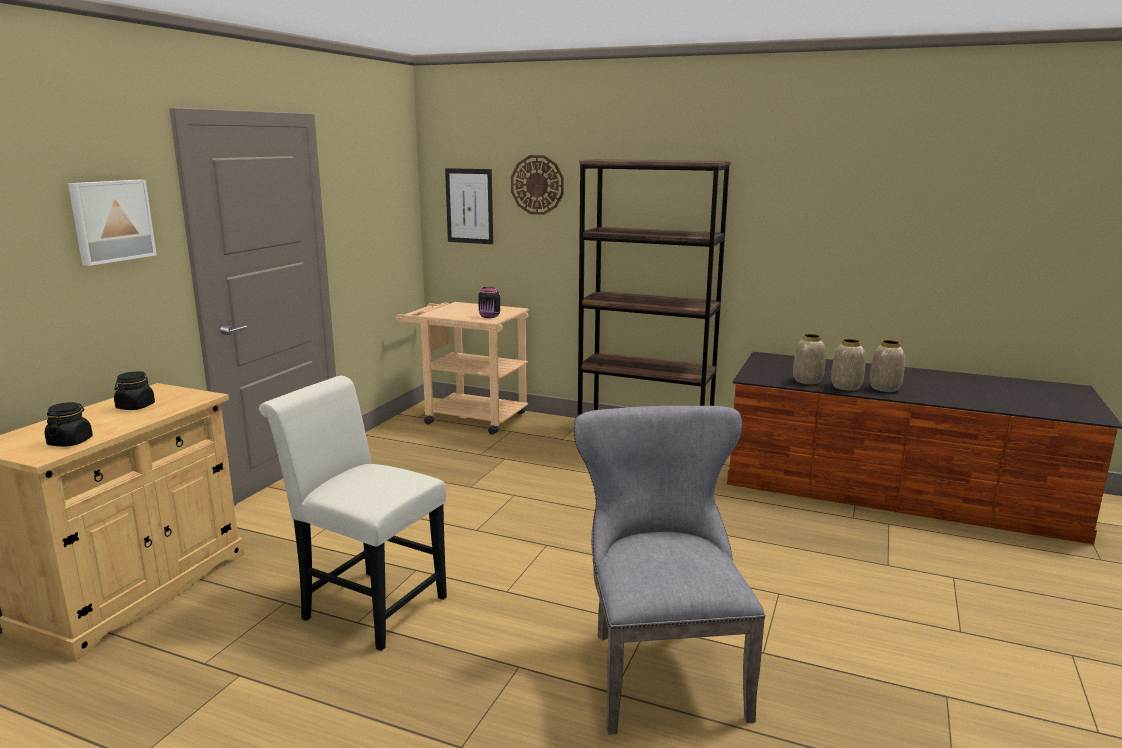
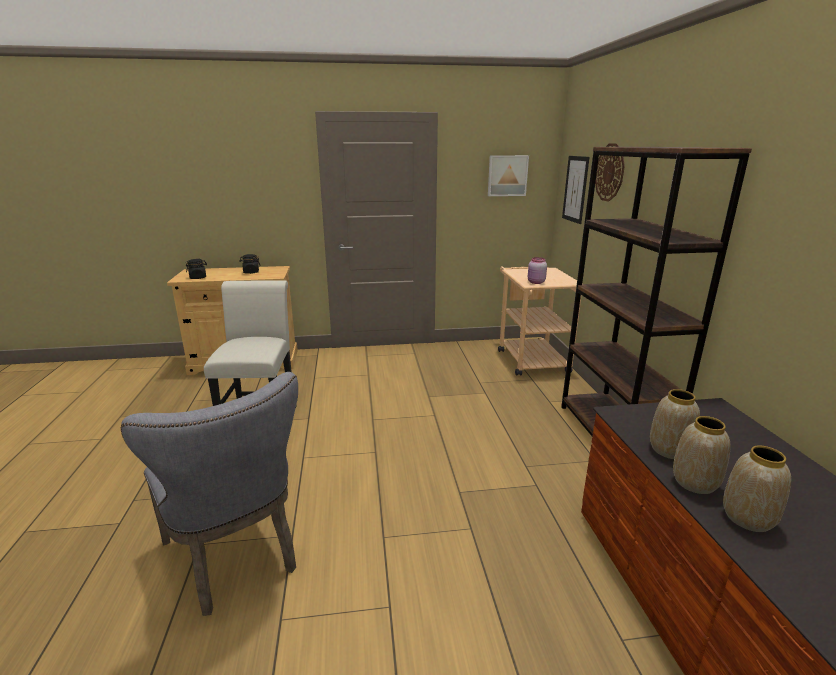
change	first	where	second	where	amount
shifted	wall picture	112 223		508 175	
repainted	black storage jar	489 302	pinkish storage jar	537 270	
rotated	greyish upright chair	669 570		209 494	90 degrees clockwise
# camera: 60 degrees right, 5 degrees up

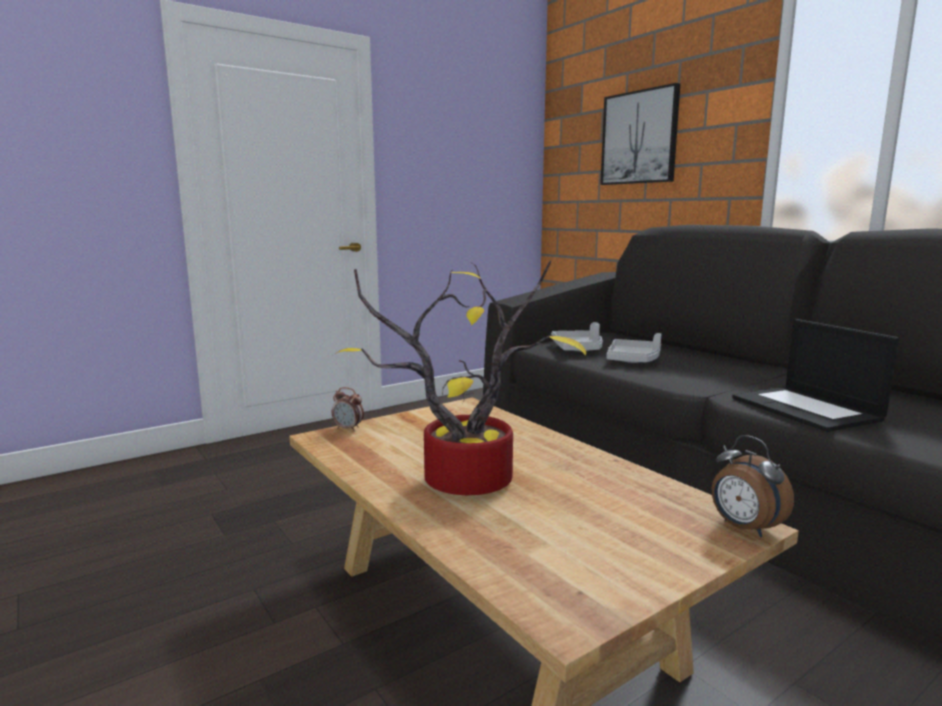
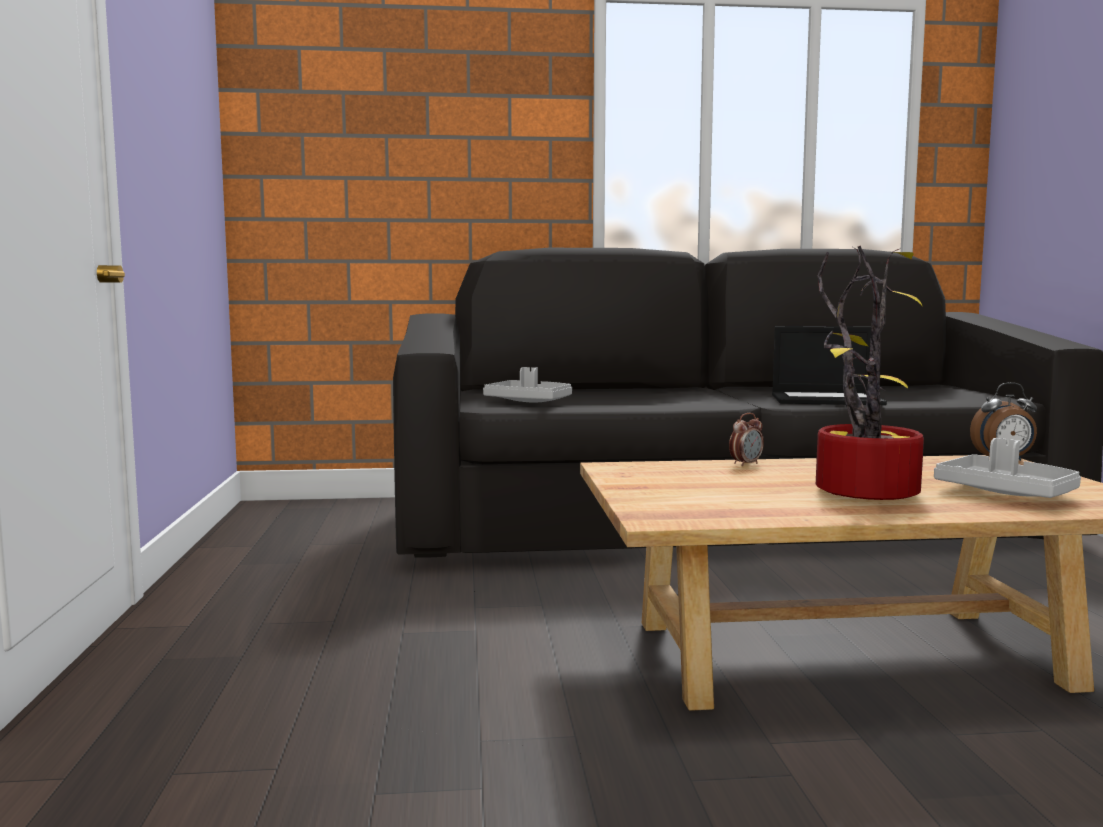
change	first	where	second	where	amount
gone	wall picture	640 134			
shifted	bedside clock	348 409		746 439	
shifted	greyish carrying tray	634 348		1007 468	
# camera: 60 degrees left, 5 degrees down

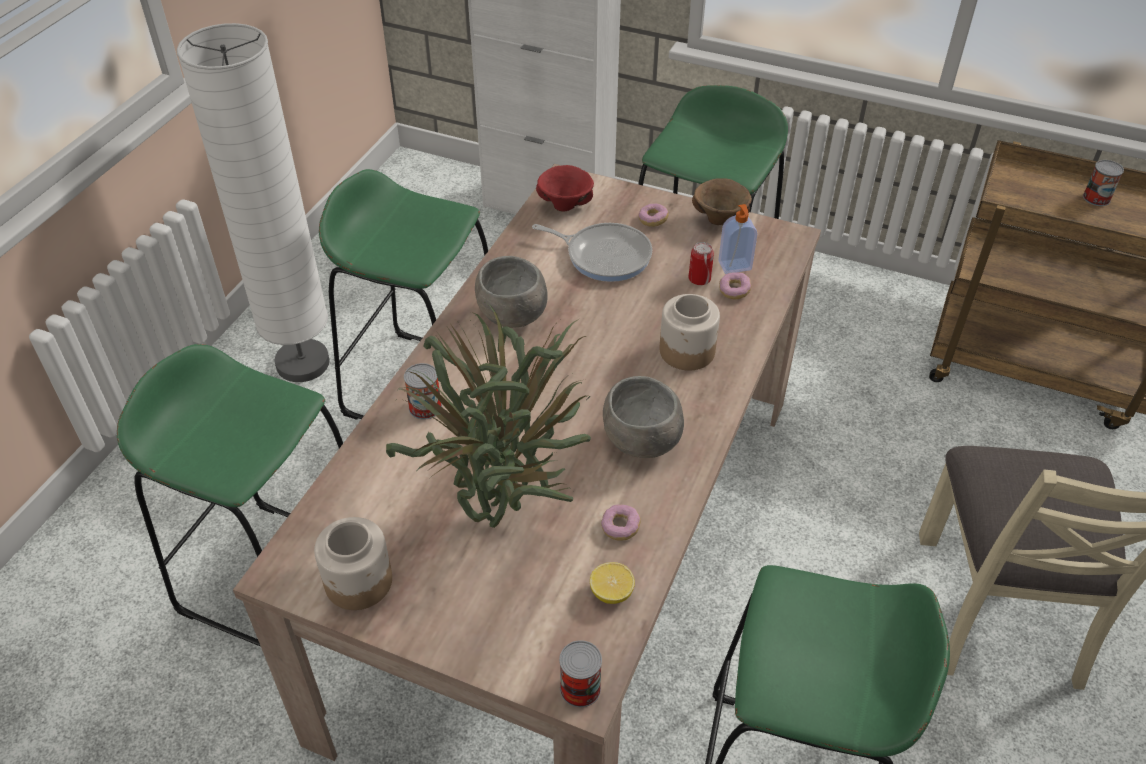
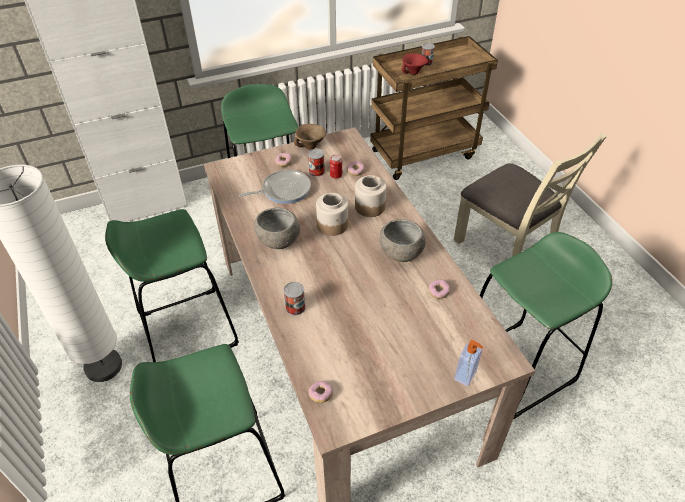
change	first	where	second	where	amount
gone	plant in a pot	488 415			
gone	whole lemon	612 583			
new			doughnut	320 392	
shifted	storage jar	353 563		332 214	
shifted	red-coloured serving bowl	565 188		415 64	
shifted	metal can	580 673		316 163	
shifted	soap dispenser	737 239		468 363	
# camera: 45 degrees left, 0 degrees up

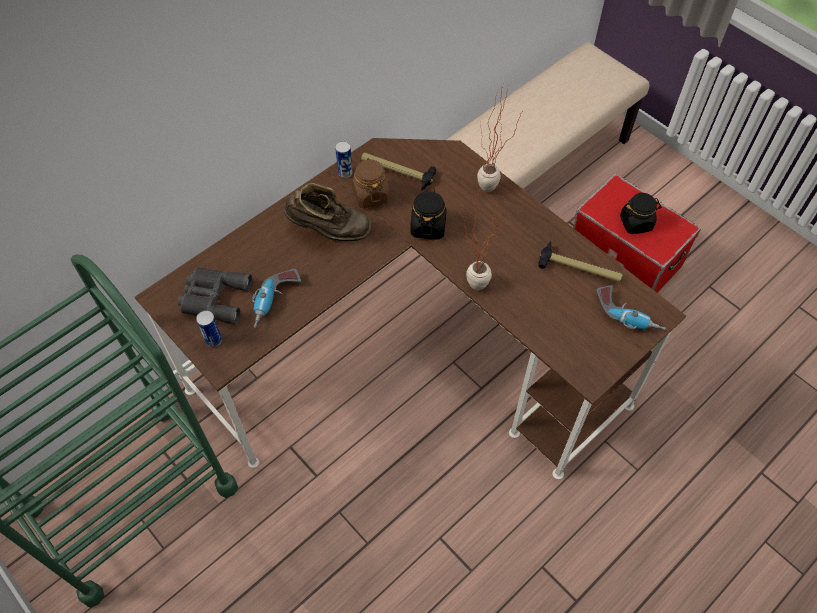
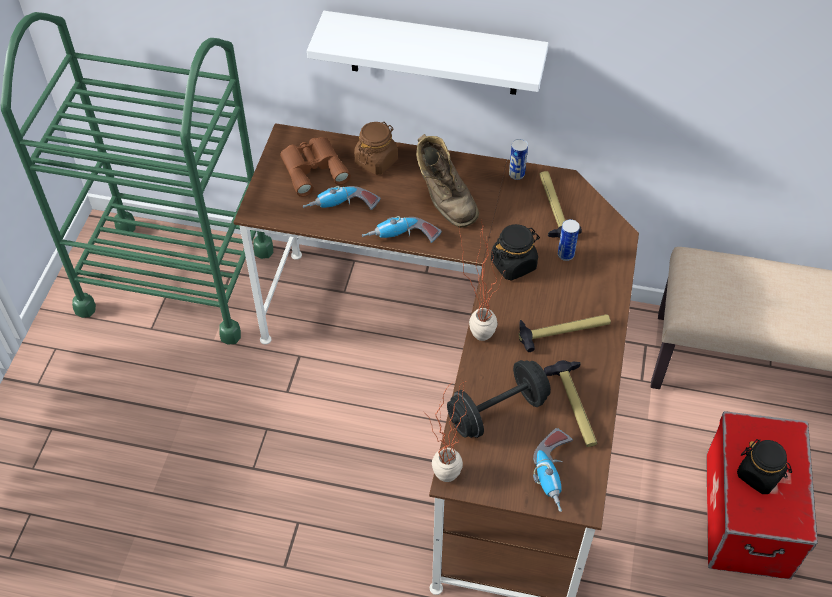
change	first	where	second	where	amount
new			white shelf	428 53	
new			drill	402 229	
new			black hand weight	499 399	
new			tool hammer	564 333	
shifted	metal can	209 328		569 240	
shifted	brownish storage jar	371 183		376 148	
shifted	plant in a pot	499 138		445 430	
repainted	greyish binoculars	215 296	brownish binoculars	315 167	
# camera: 55 degrees right, 5 degrees down

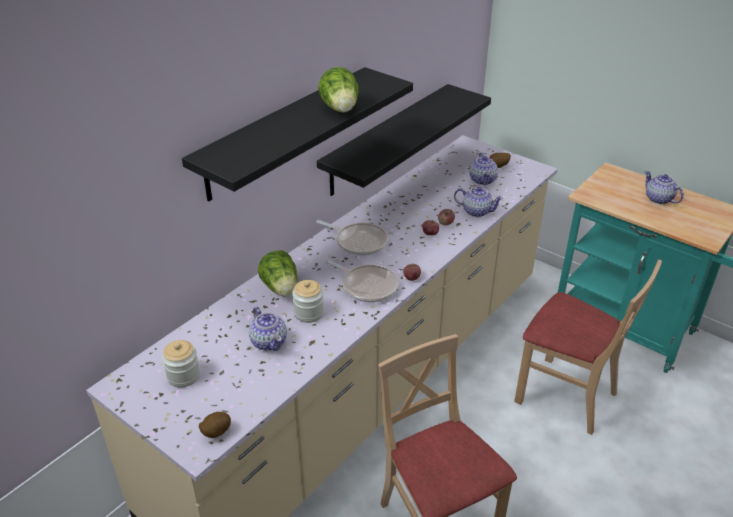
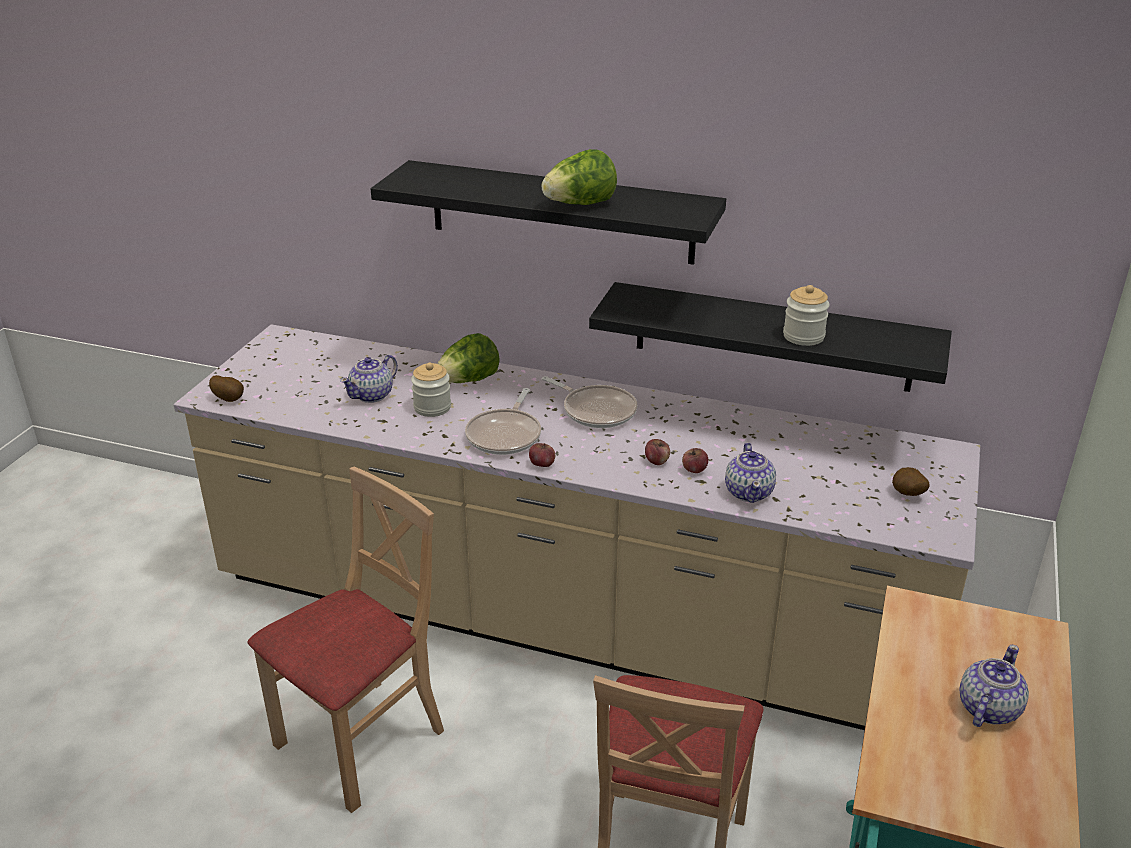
change	first	where	second	where	amount
gone	teapot	483 168			
shifted	storage jar	181 364		806 315	
rotated	skillet	352 238		589 402	60 degrees counterclockwise
# camera: 70 degrees right, 5 degrees down

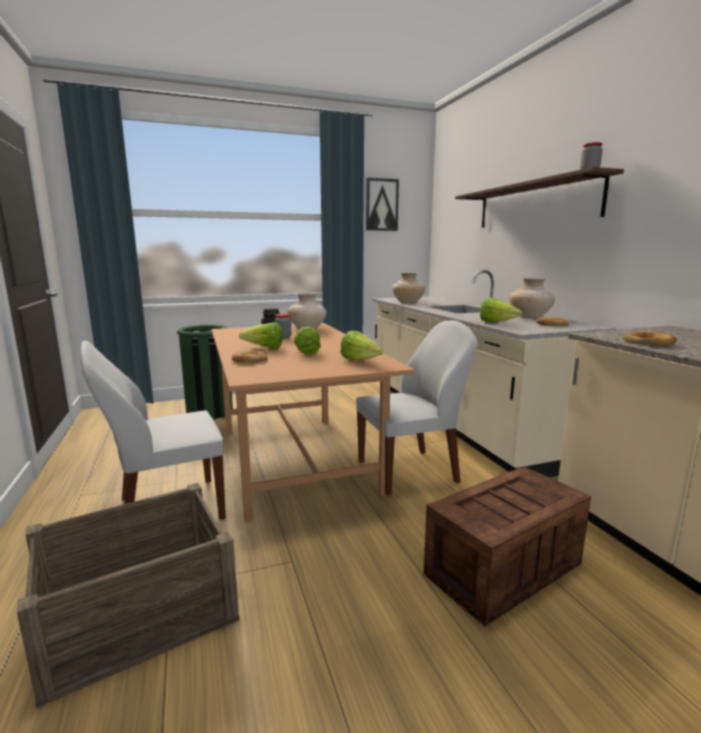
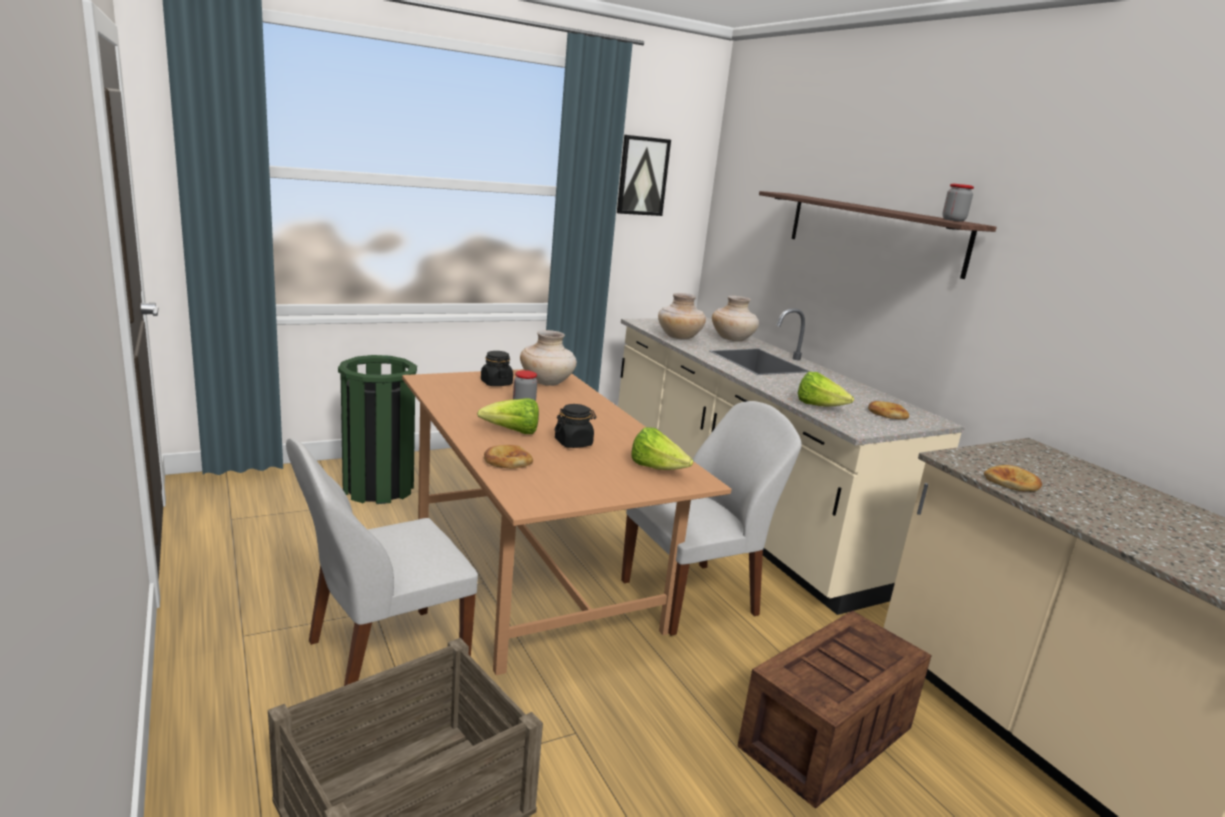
change	first	where	second	where	amount
shifted	sand-coloured decorative vase	532 298		735 319	
swapped	lettuce	307 340	black storage jar	575 426	
# camera: 10 degrees left, 5 degrees up

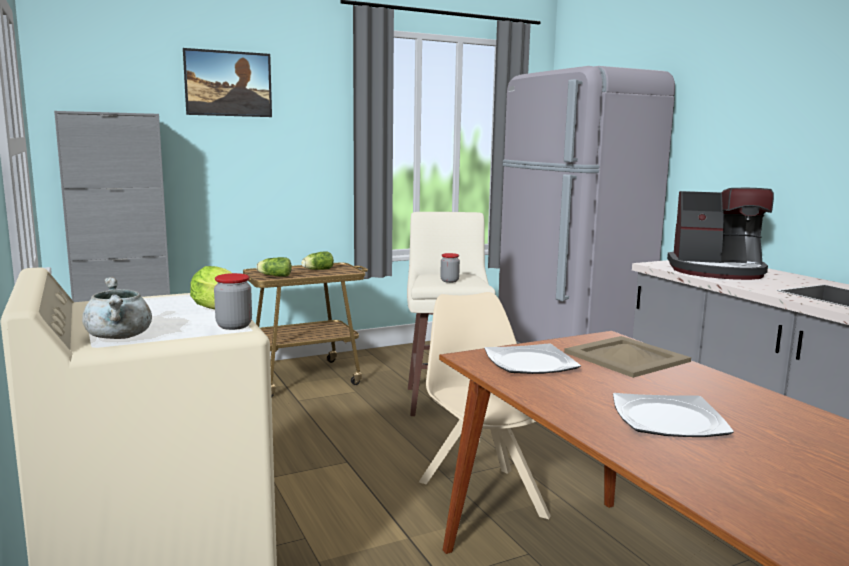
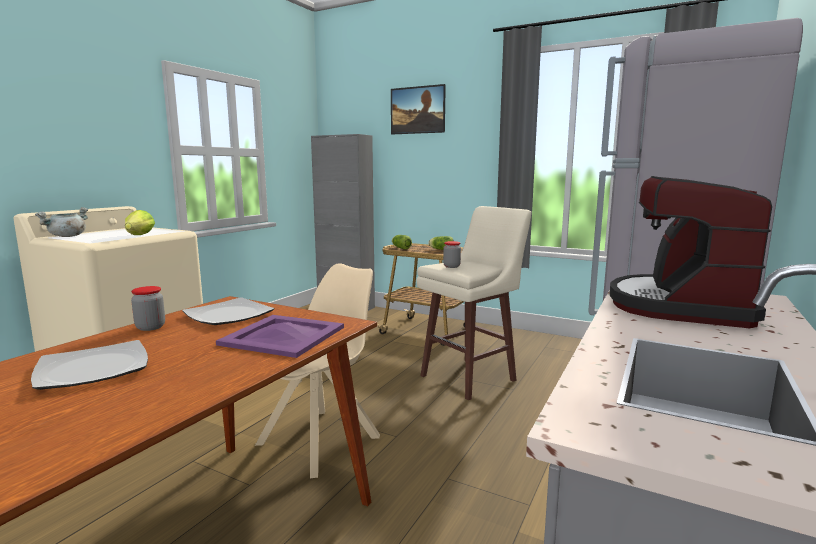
change	first	where	second	where	amount
shifted	storage jar	233 301		148 308	
repainted	sand-coloured carrying tray	627 357	purple-coloured carrying tray	280 336	
rotated	coffee maker	720 234		691 252	45 degrees clockwise
# camera: 55 degrees right, 0 degrees up

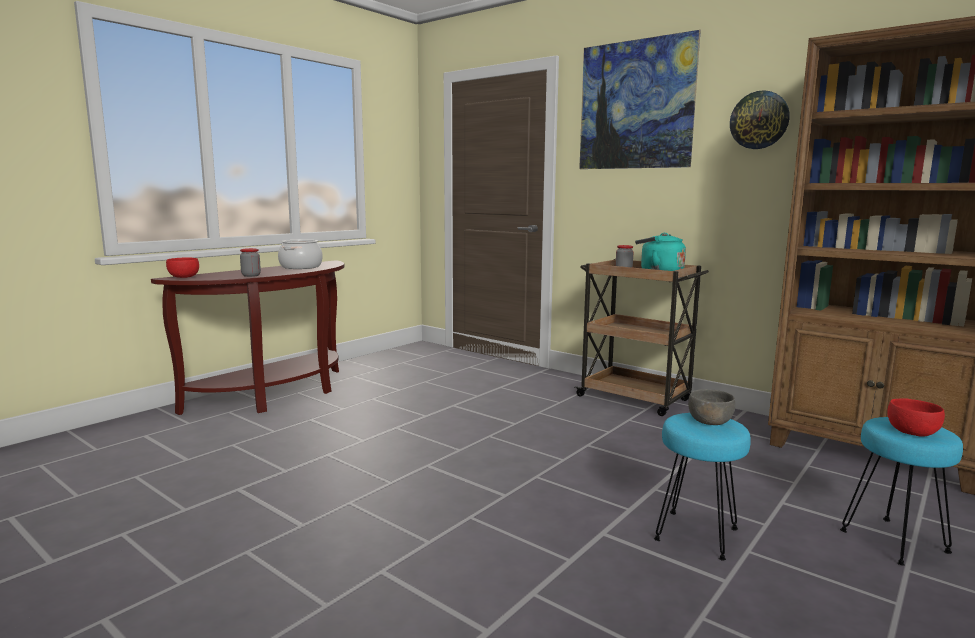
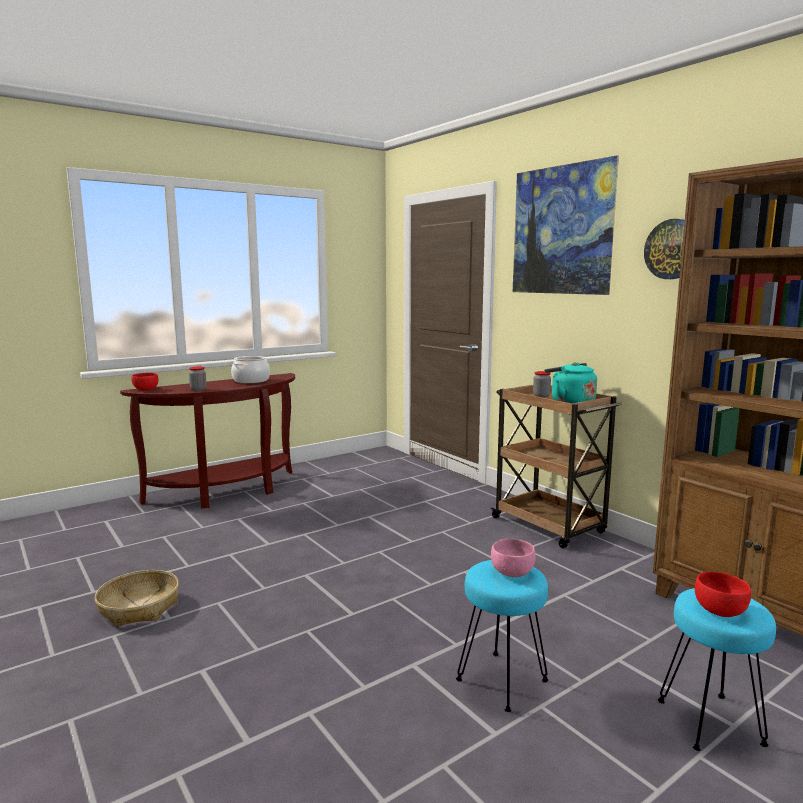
change	first	where	second	where	amount
new			household basket	137 598	
repainted	greyish serving bowl	711 407	pinkish serving bowl	513 558	
# camera: 15 degrees right, 0 degrees up

